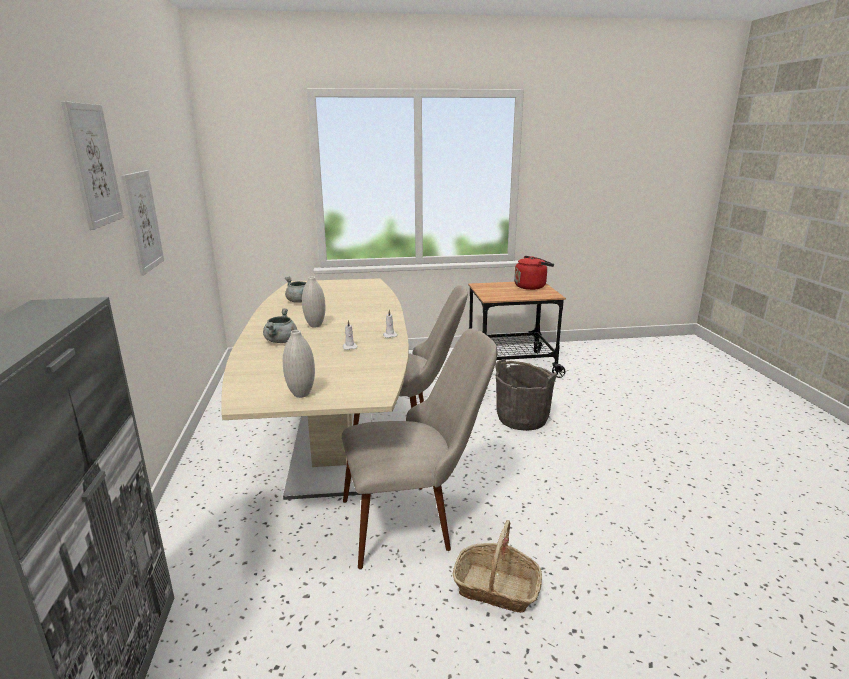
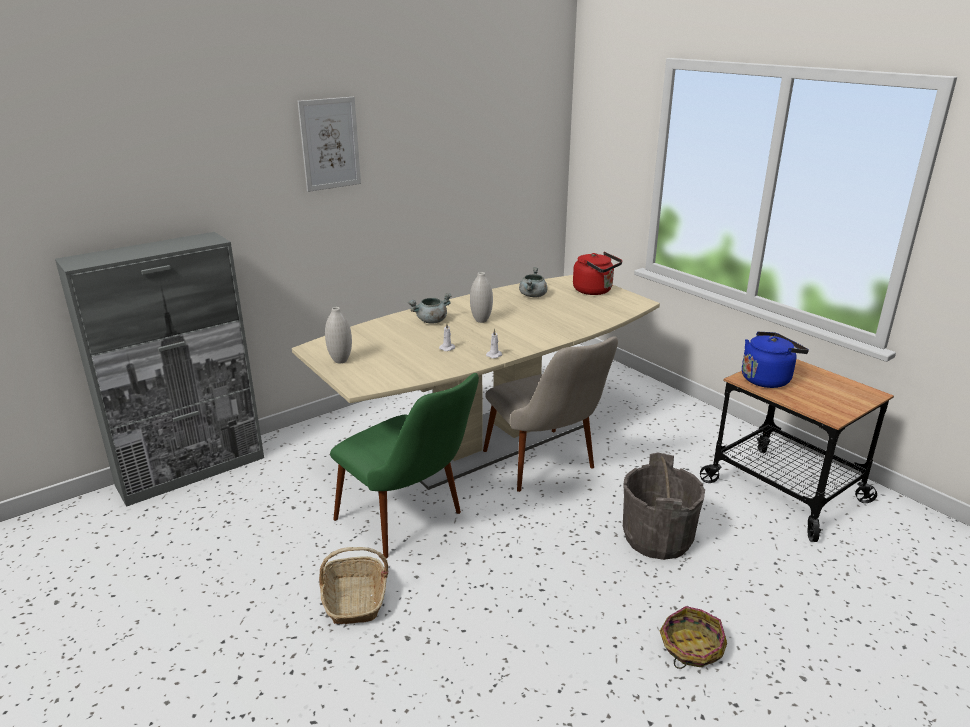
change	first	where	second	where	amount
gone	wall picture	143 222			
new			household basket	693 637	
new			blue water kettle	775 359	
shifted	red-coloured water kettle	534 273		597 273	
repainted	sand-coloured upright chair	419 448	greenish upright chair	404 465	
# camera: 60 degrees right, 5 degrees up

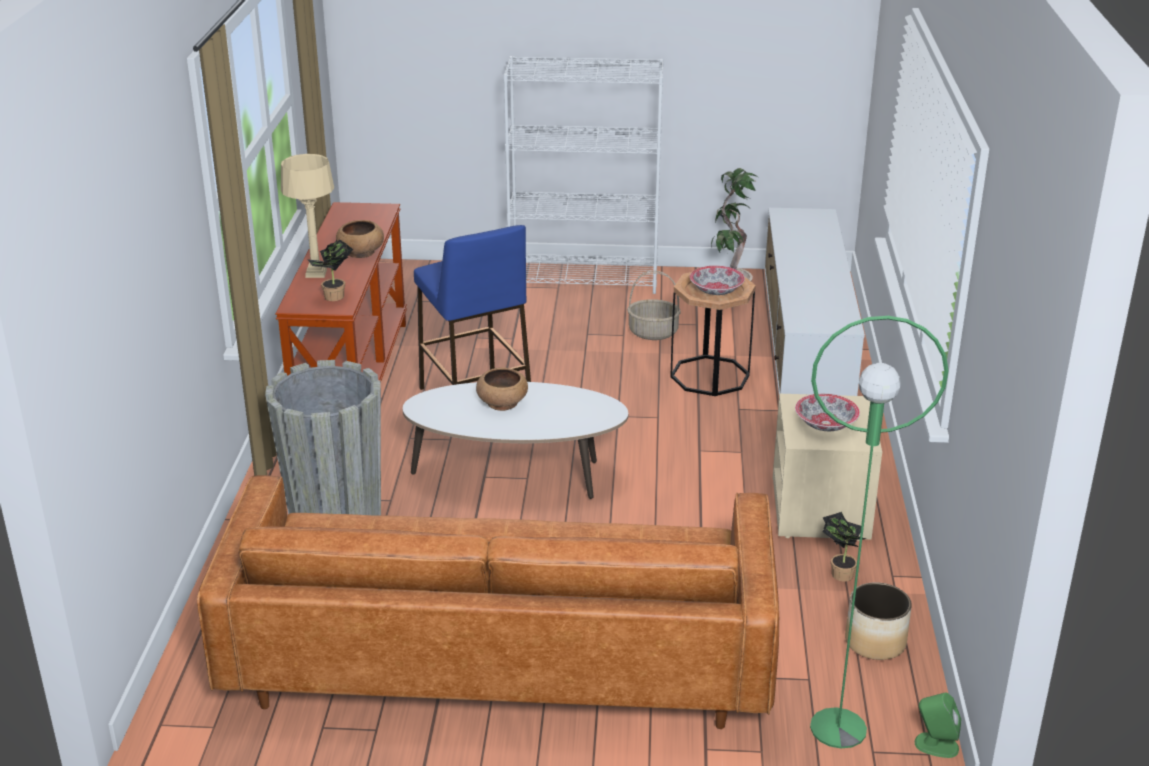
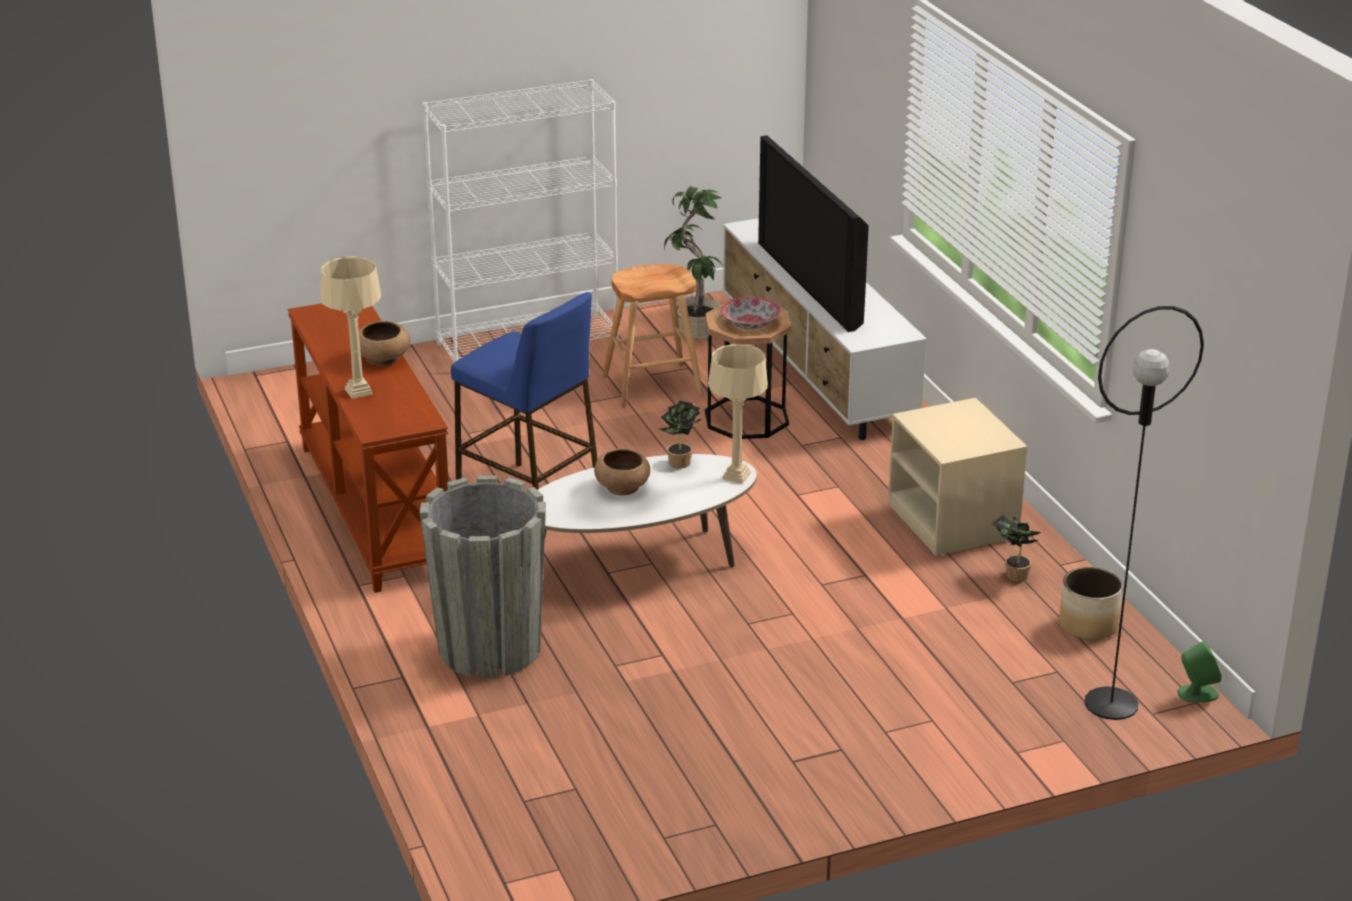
change	first	where	second	where	amount
gone	brownish settee	488 602			
gone	serving bowl	827 412			
new			sand-coloured tabletop lamp	738 414	
new			TV	813 233	
shifted	plant in a pot	330 270		680 435	
swapped	household basket	654 305	brownish stool seat	653 336	
repainted	greenish standing lamp	879 532	black standing lamp	1144 513	
# camera: 25 degrees left, 0 degrees up

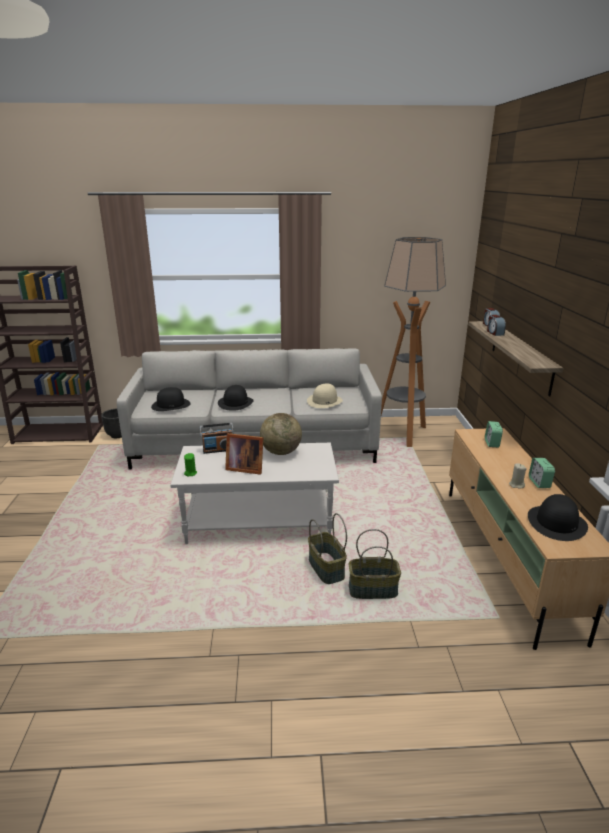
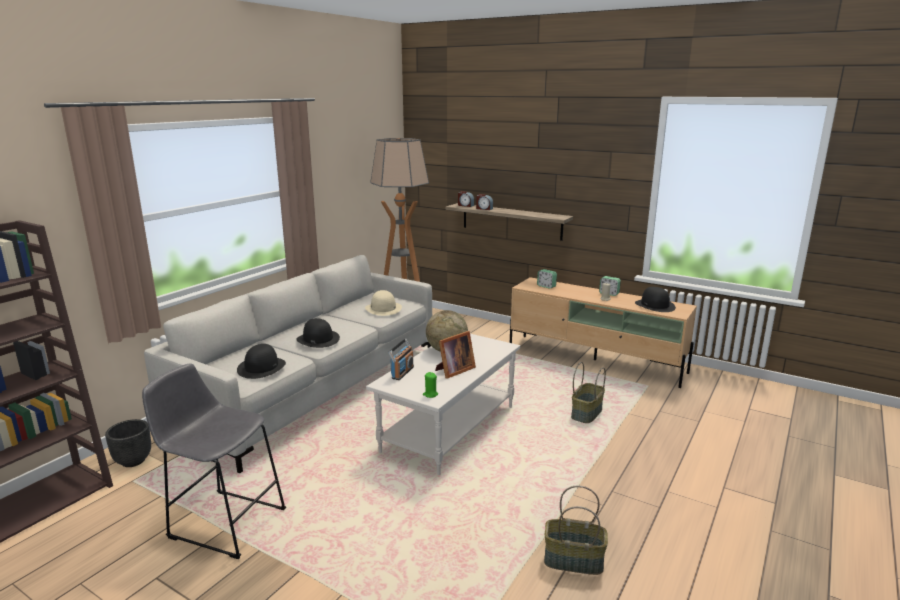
change	first	where	second	where	amount
new			greyish stool seat	214 461	
shifted	household basket	327 548		576 530	
# camera: 55 degrees left, 5 degrees down

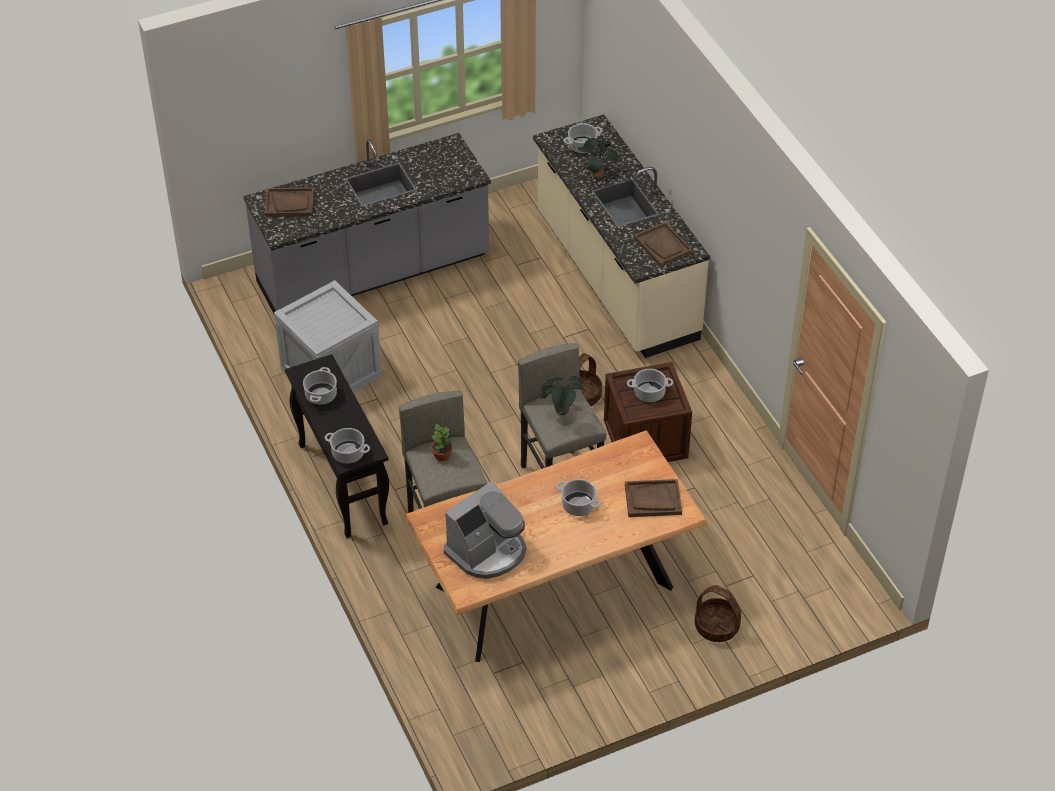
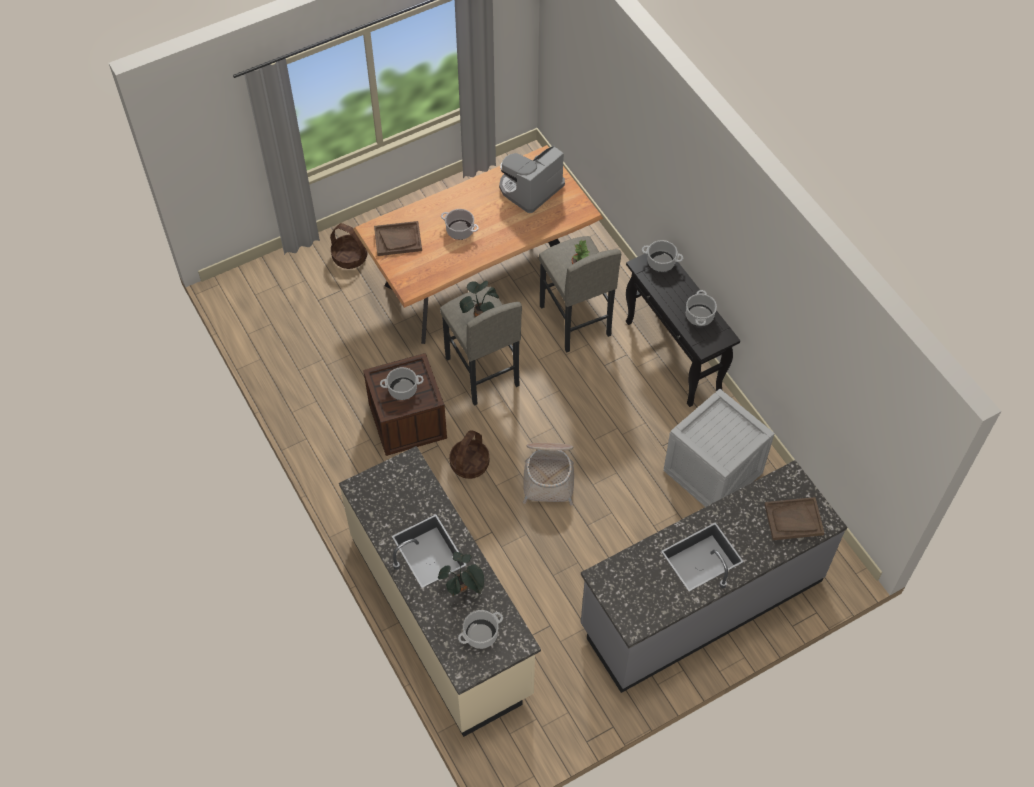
change	first	where	second	where	amount
gone	brownish carrying tray	663 244			
new			household basket	548 474	
# camera: 175 degrees right, 10 degrees up

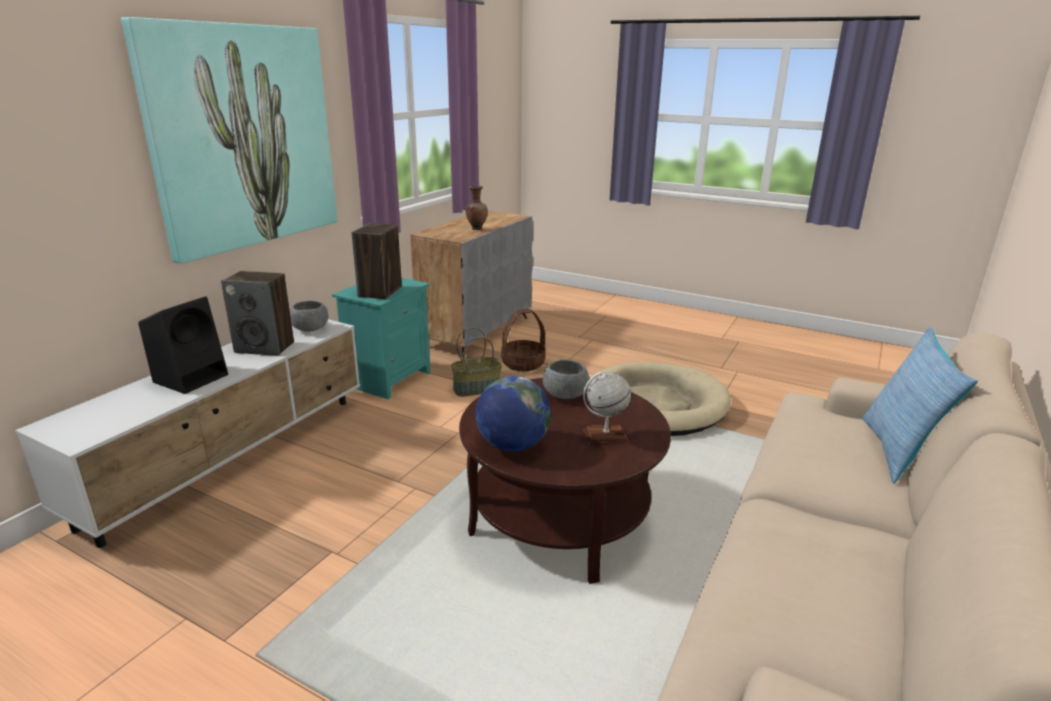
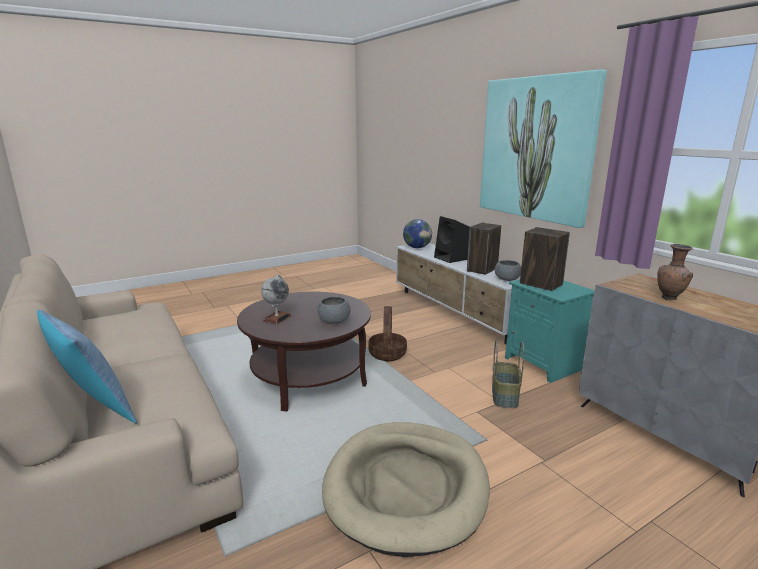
change	first	where	second	where	amount
shifted	world globe	513 414		417 233	
shifted	household basket	524 340		387 333	
# camera: 120 degrees right, 5 degrees down

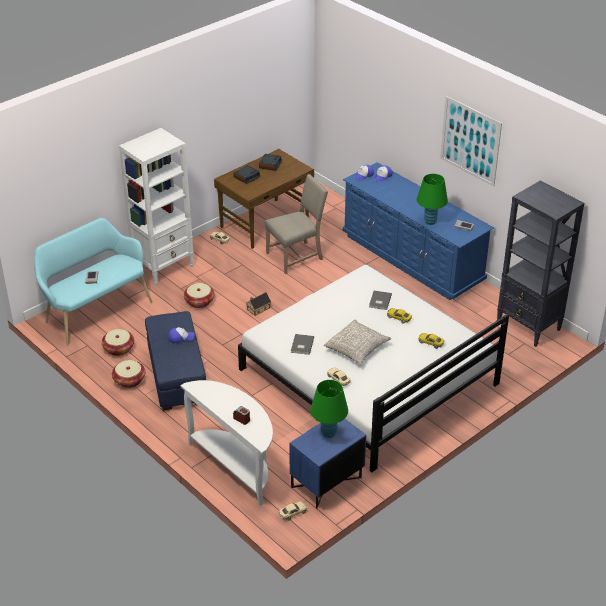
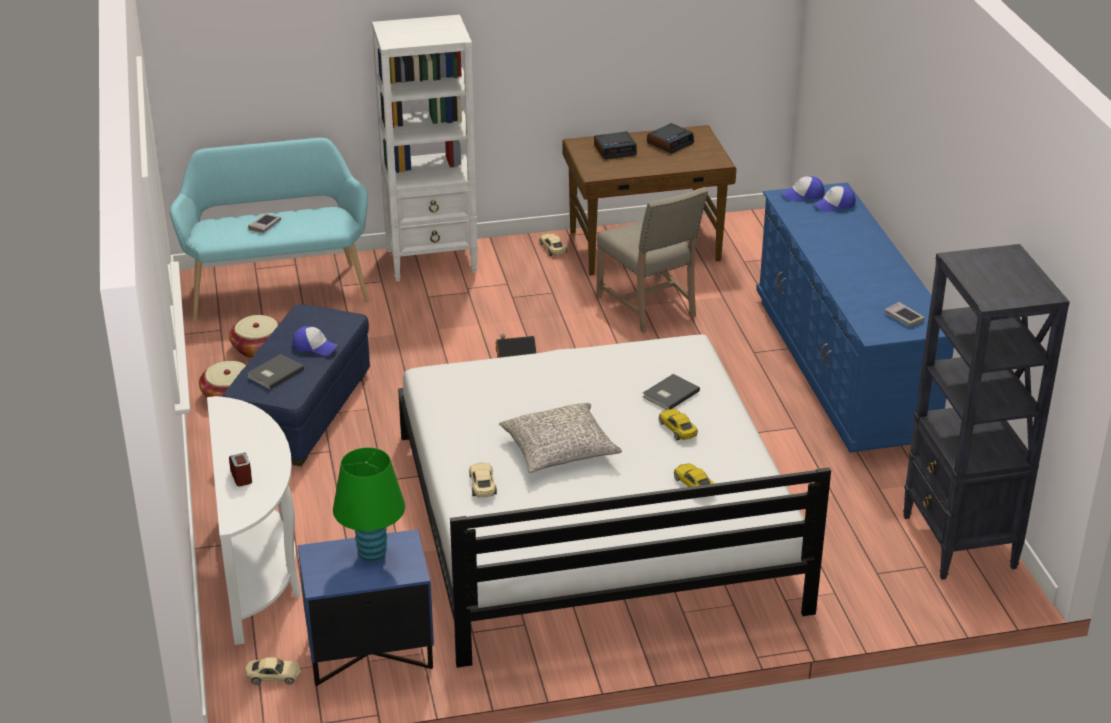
change	first	where	second	where	amount
gone	household basket	199 295			
gone	greenish tabletop lamp	432 199			
gone	wall picture	471 141			
shifted	greyish volume	302 344		275 371	
rotated	sand-coloured upright chair	296 224		652 260	60 degrees clockwise
# camera: 30 degrees right, 5 degrees down

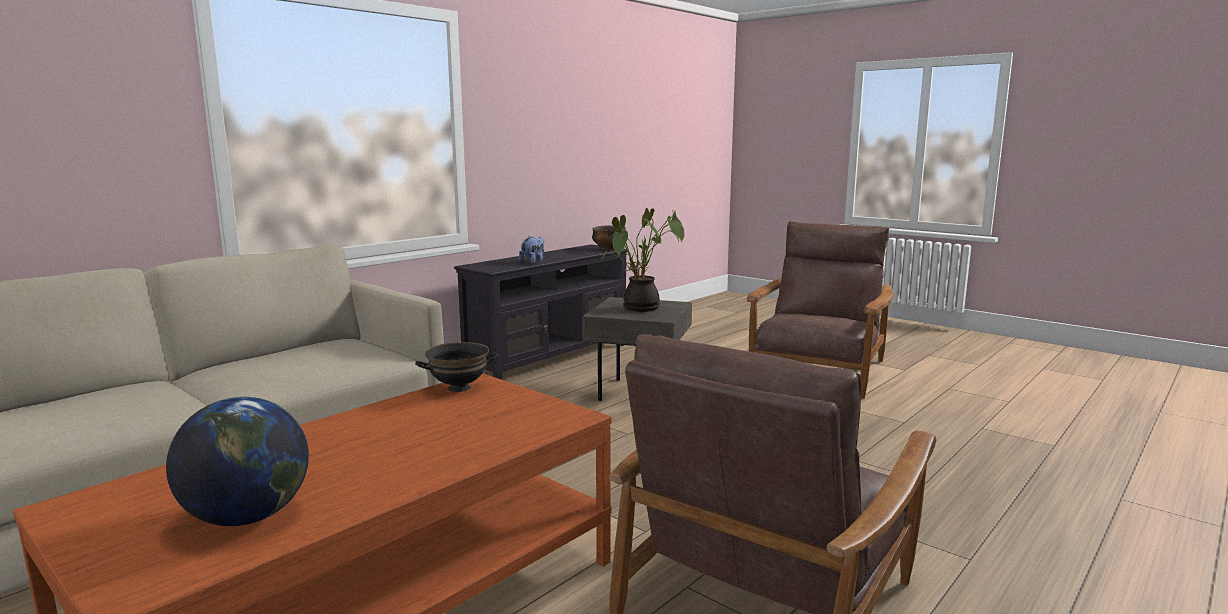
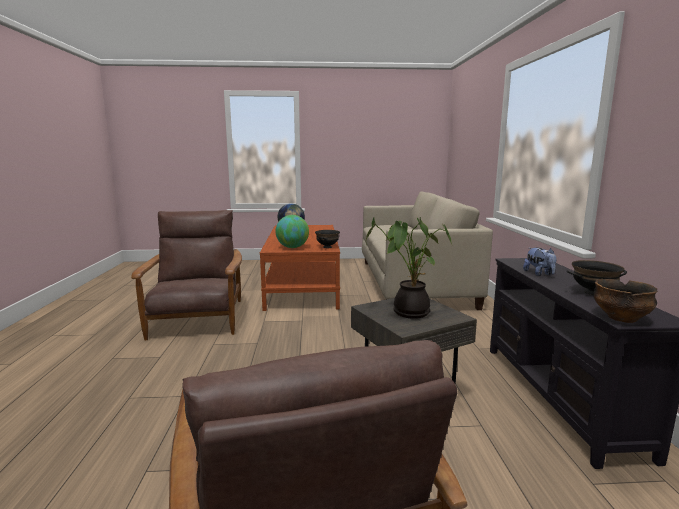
change	first	where	second	where	amount
new			world globe	292 231	
new			black serving bowl	597 277	
# camera: 135 degrees right, 0 degrees up

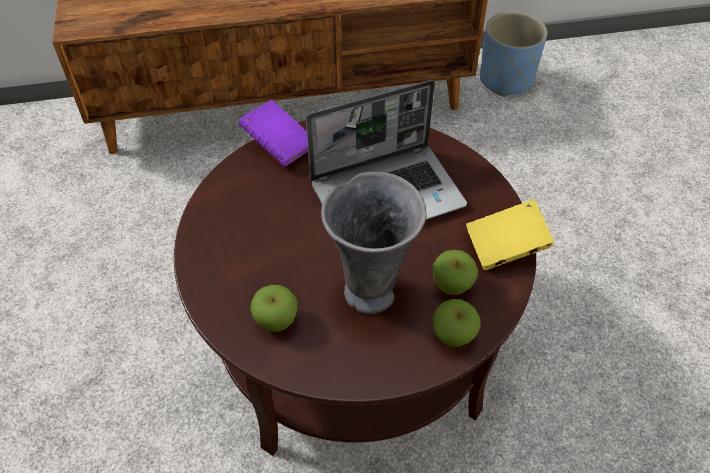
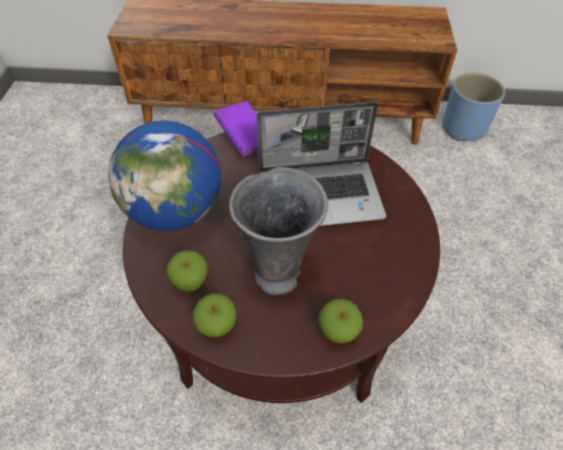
change	first	where	second	where	amount
gone	yellow volume	510 234			
new			world globe	164 175	
shifted	apple	455 272		214 315	
# camera: 15 degrees right, 0 degrees up

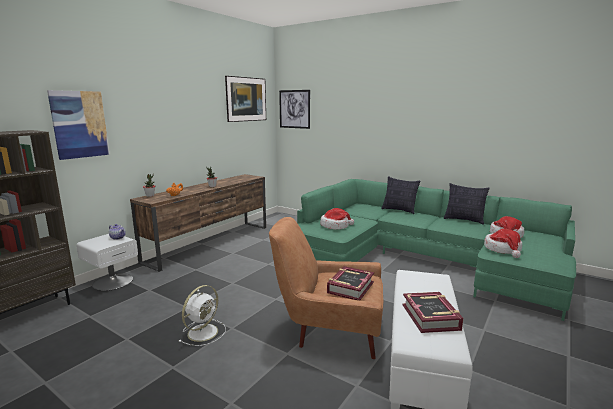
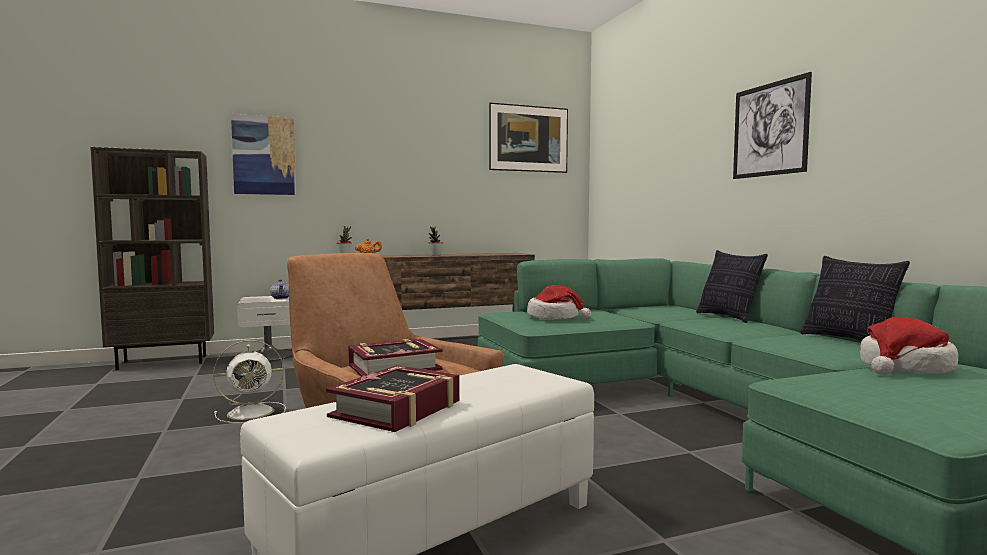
change	first	where	second	where	amount
gone	hat	503 243			
shifted	wall picture	294 109		772 125	
# camera: 35 degrees right, 10 degrees down

